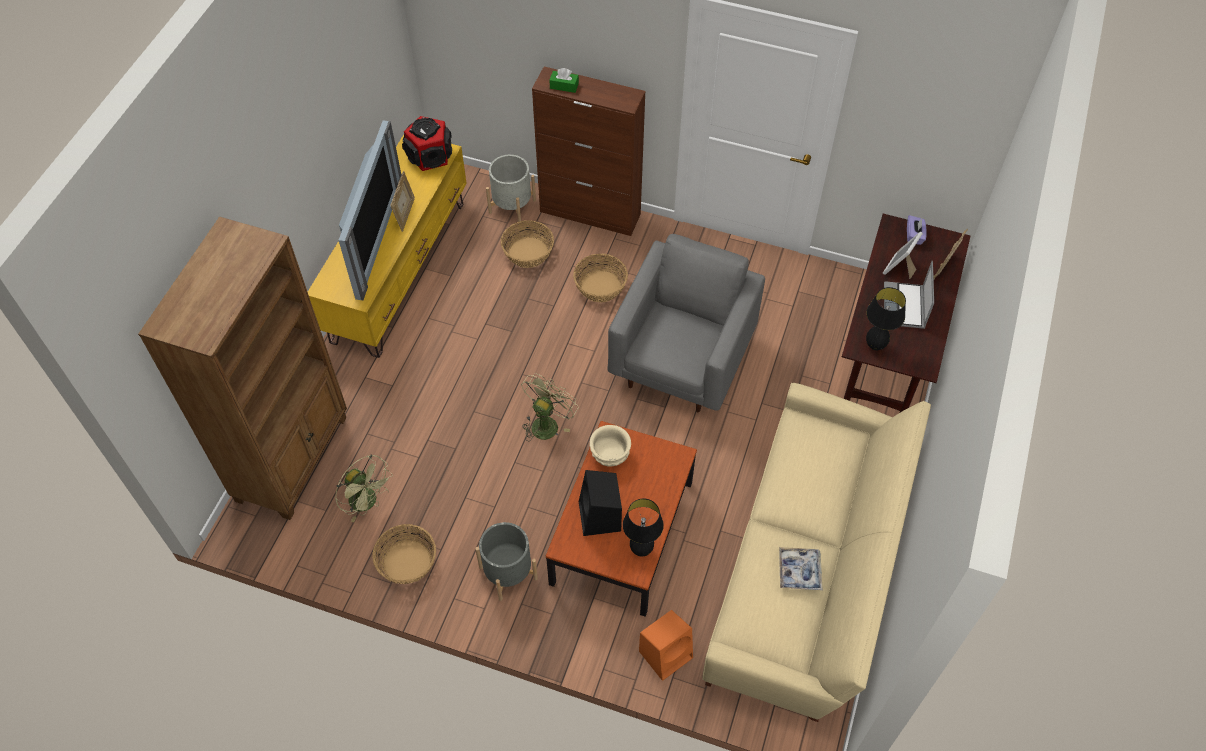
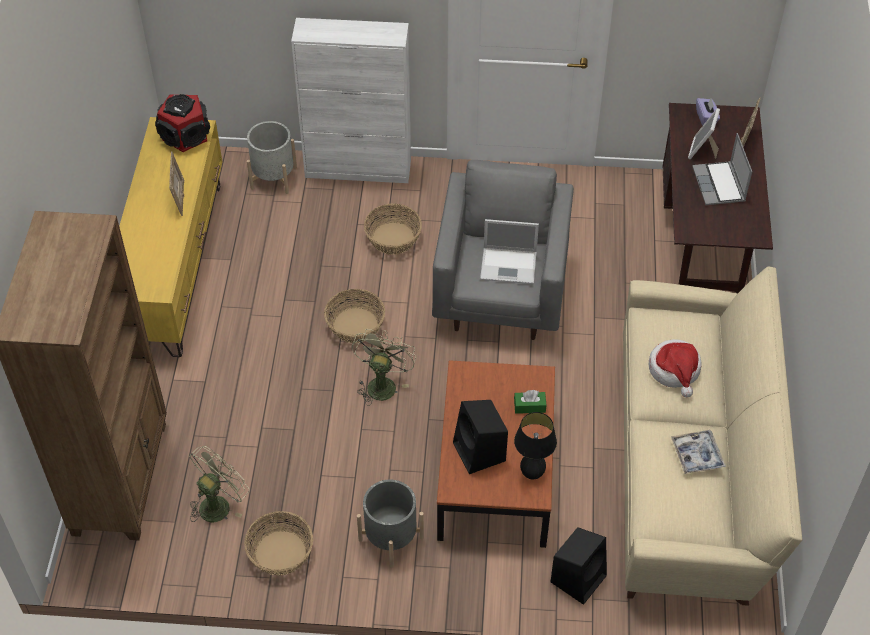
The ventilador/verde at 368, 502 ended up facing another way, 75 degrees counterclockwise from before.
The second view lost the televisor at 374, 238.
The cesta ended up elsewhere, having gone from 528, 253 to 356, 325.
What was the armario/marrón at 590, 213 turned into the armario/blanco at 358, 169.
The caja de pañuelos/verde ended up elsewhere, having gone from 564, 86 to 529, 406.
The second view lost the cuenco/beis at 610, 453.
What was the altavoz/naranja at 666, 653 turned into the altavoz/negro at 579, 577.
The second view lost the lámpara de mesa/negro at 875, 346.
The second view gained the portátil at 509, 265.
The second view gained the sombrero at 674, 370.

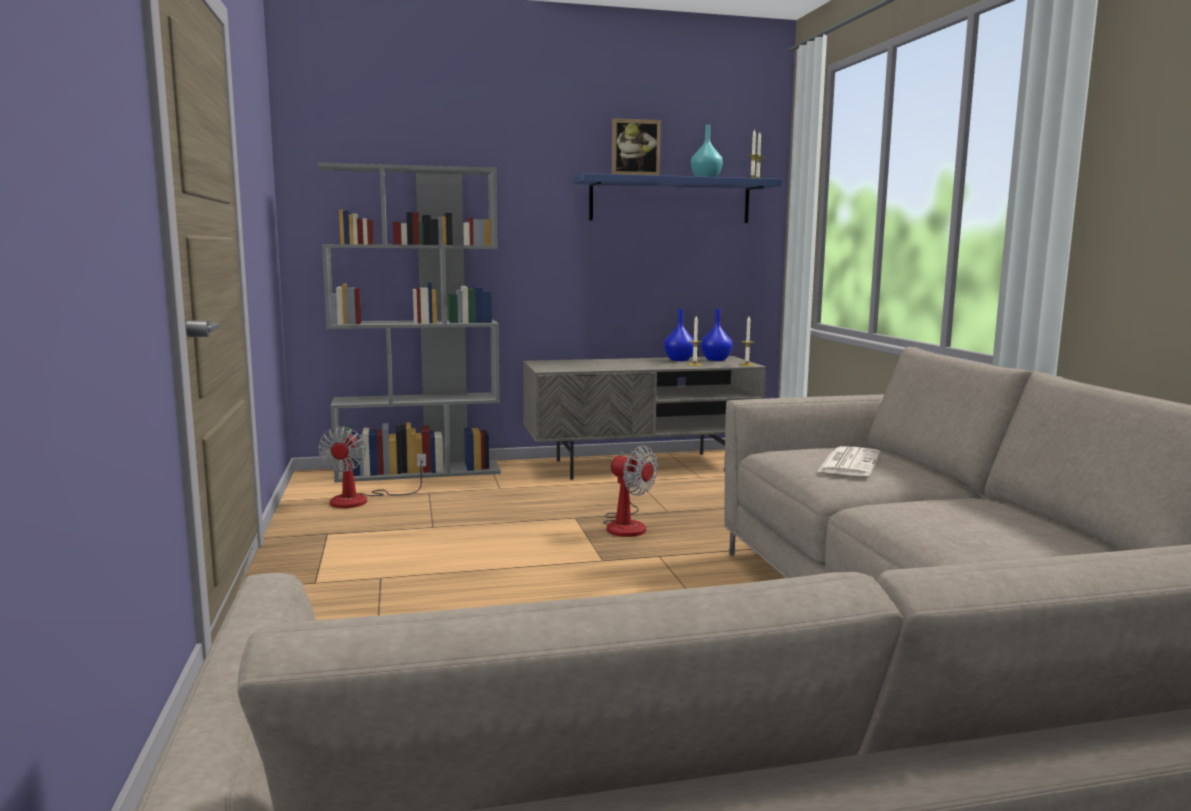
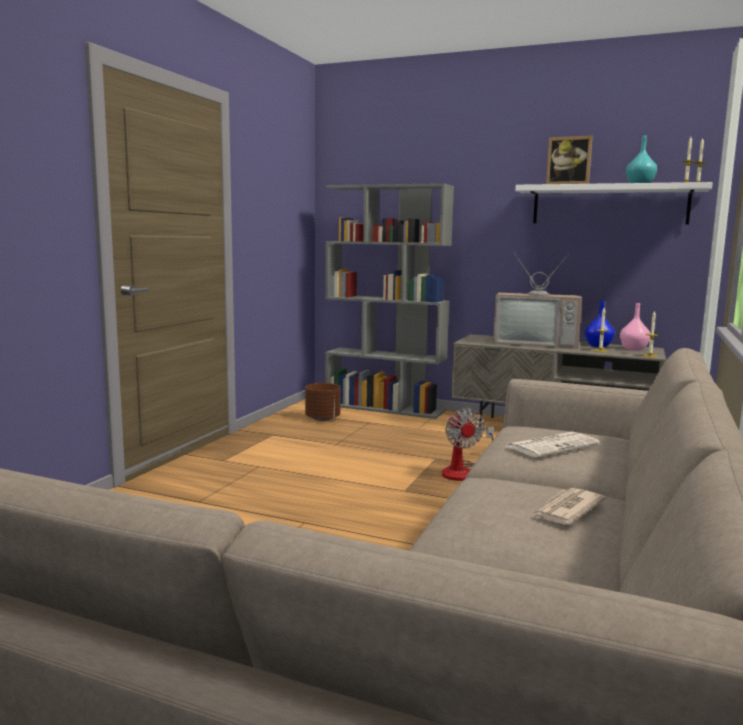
Where the ventilador stood at 362, 500, the maceta/marrón came to stand at 323, 419.
What was the estante/azul at 670, 200 turned into the estante/blanco at 609, 205.
What was the florero/azul at 716, 359 turned into the florero/rosa at 634, 349.
The second view gained the televisor at 536, 343.
The second view gained the periódico at 566, 510.

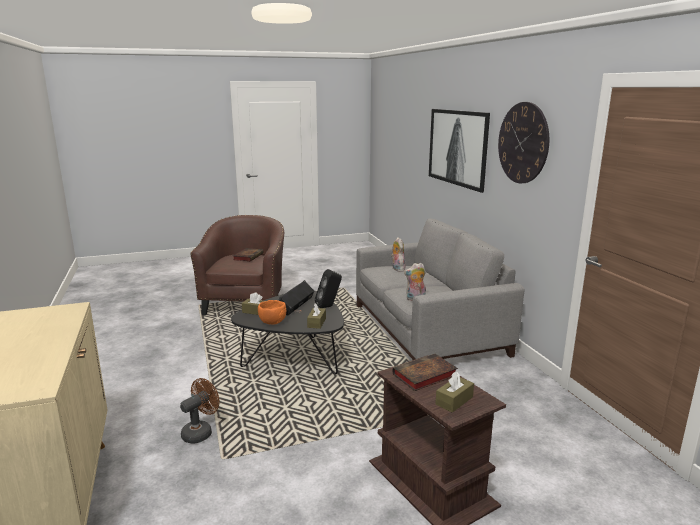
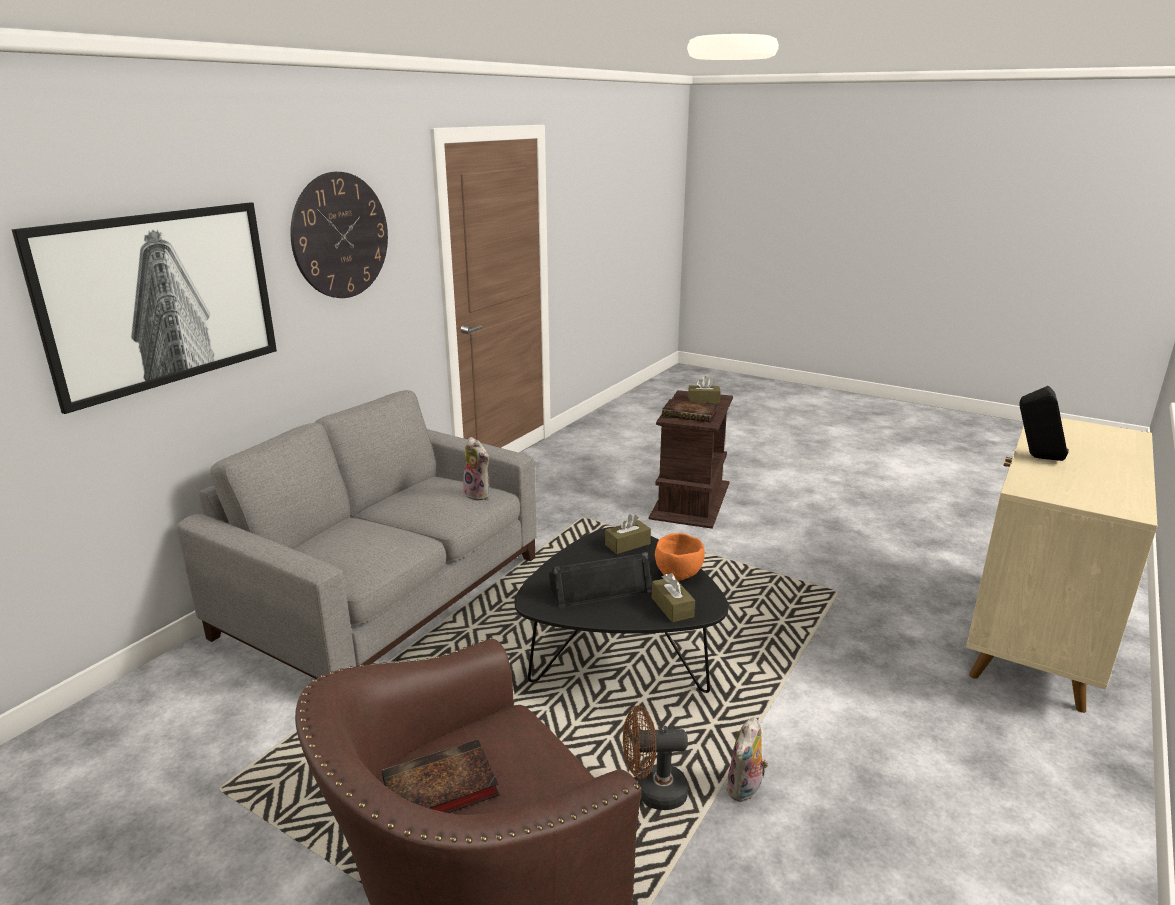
The ventilador/marrón ended up elsewhere, having gone from 200, 432 to 653, 792.
The altavoz/negro ended up elsewhere, having gone from 329, 306 to 1036, 457.
The peluche ended up elsewhere, having gone from 397, 269 to 745, 790.

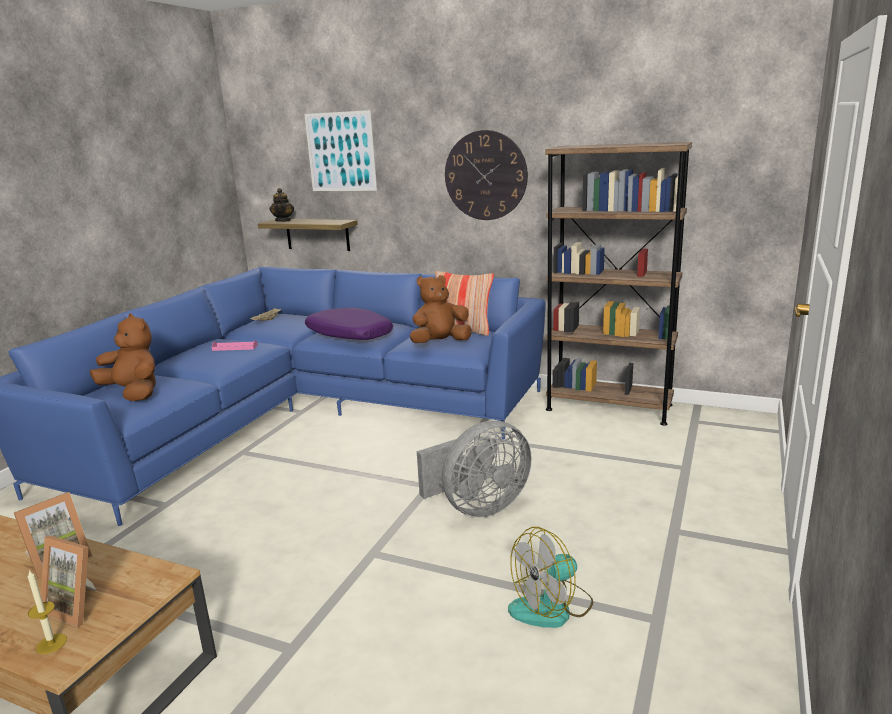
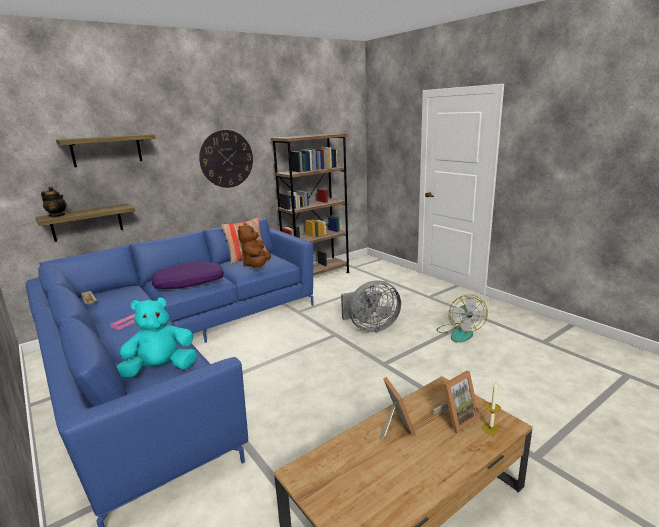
What was the peluche/marrón at 134, 393 turned into the peluche/turquesa at 161, 369.
Where the cuadro hung at 341, 152, the estante came to hang at 106, 150.
The ventilador/gris at 478, 507 ended up facing another way, 75 degrees clockwise from before.

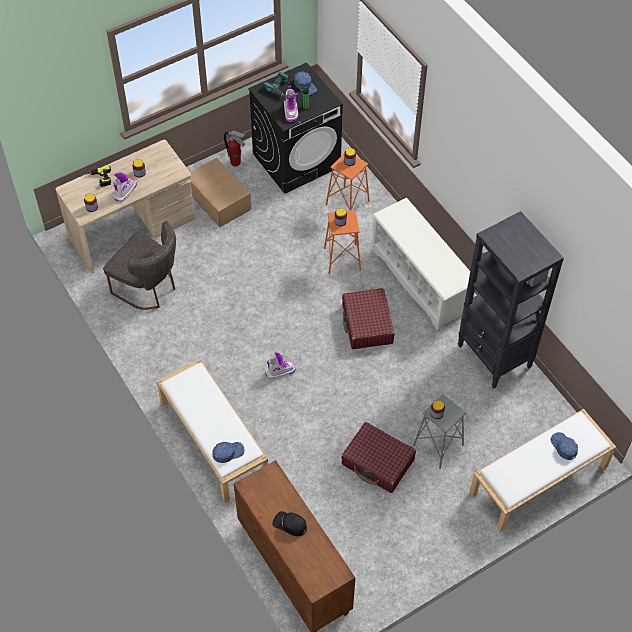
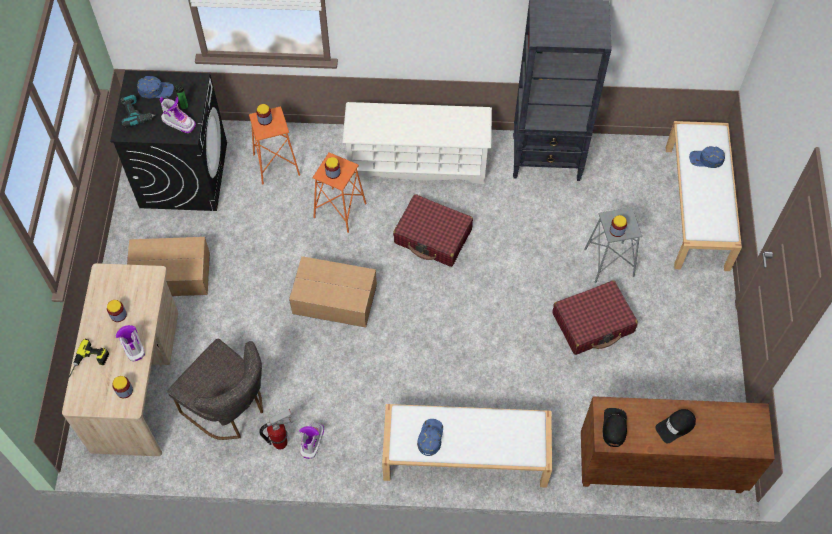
The silla/gris at 149, 288 ended up facing another way, 60 degrees clockwise from before.
The gorra/azul ended up elsewhere, having gone from 228, 452 to 430, 437.
The extintor ended up elsewhere, having gone from 236, 163 to 281, 443.
The bota ended up elsewhere, having gone from 280, 371 to 311, 442.
The second view gained the caja de cartón at 333, 298.
The second view gained the gorra/negro at 614, 427.

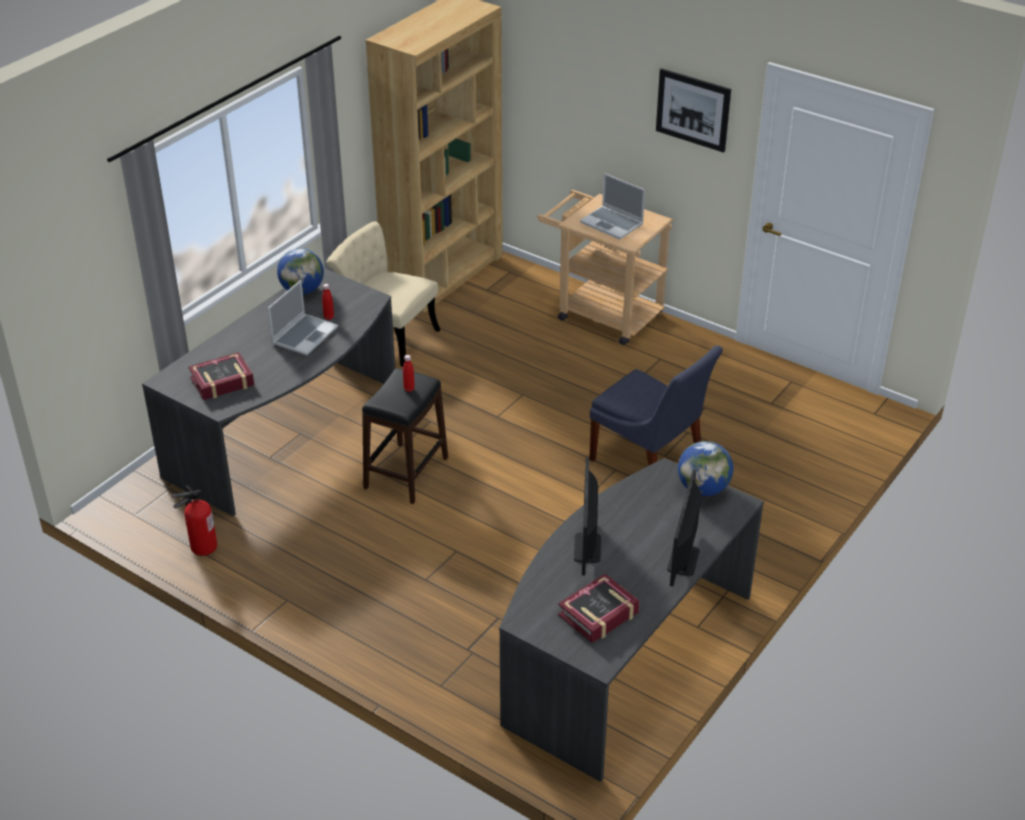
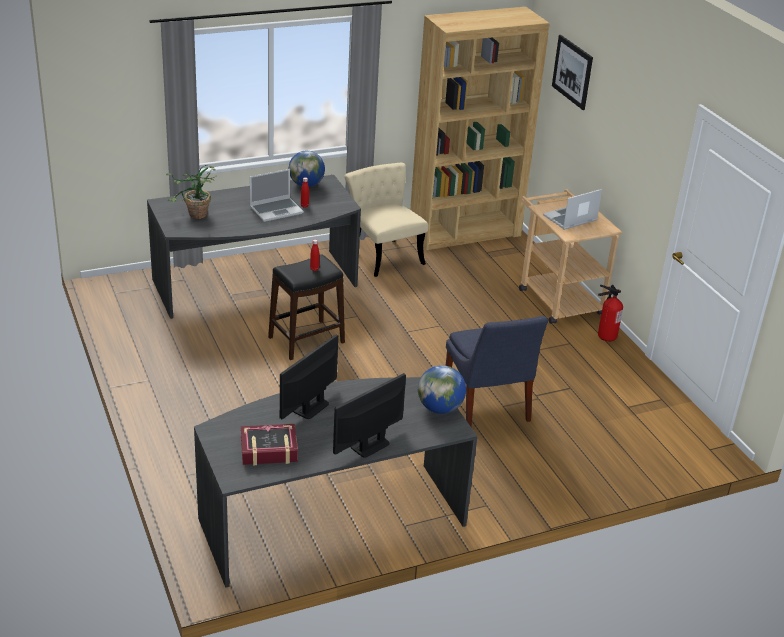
The extintor ended up elsewhere, having gone from 201, 548 to 605, 336.
Where the libro stood at 222, 382, the planta en maceta came to stand at 194, 216.
The portátil at 612, 224 ended up facing another way, 75 degrees clockwise from before.
The cuadro ended up elsewhere, having gone from 693, 110 to 572, 72.

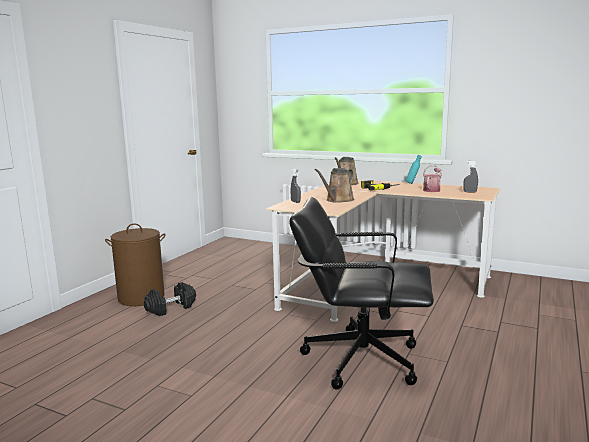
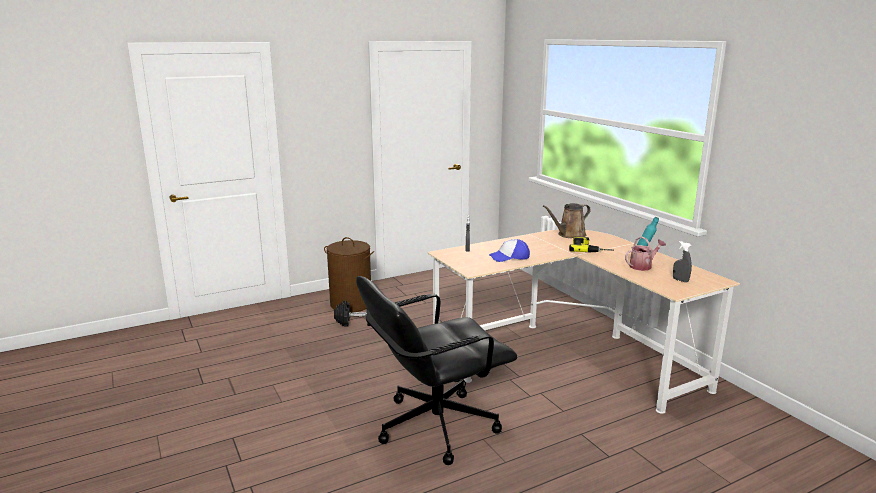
The silla de oficina/negro at 360, 358 ended up facing another way, 75 degrees counterclockwise from before.
Where the regadera/marrón stood at 338, 200, the gorra came to stand at 509, 257.

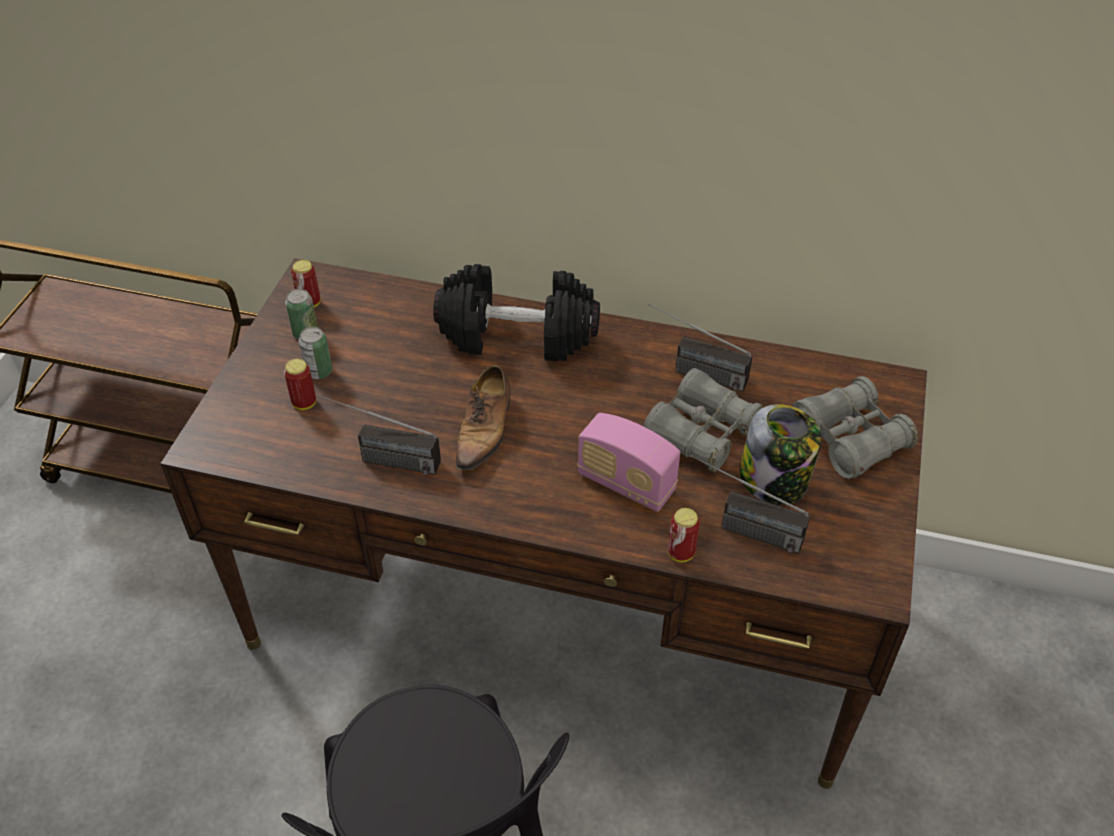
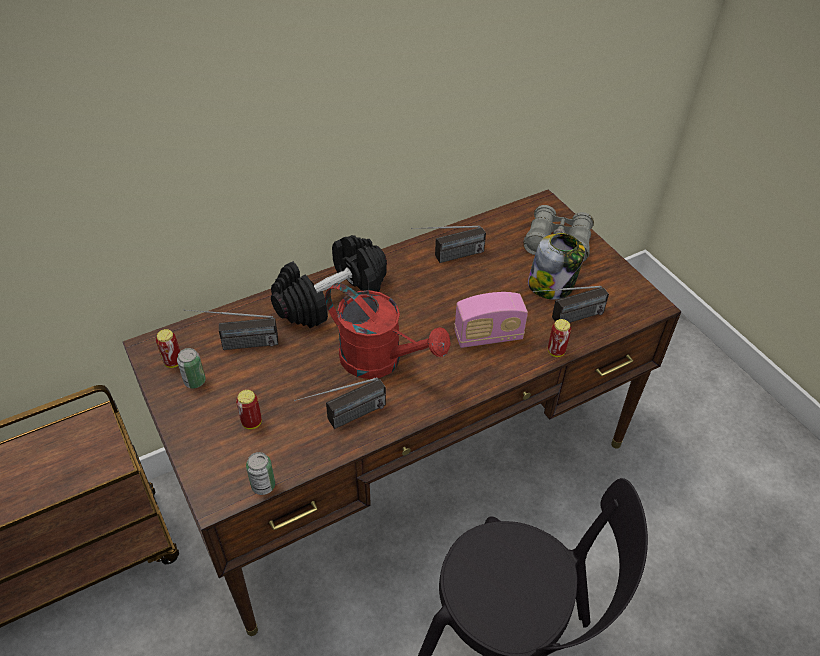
The lata ended up elsewhere, having gone from 319, 371 to 263, 485.
Where the zapato stood at 484, 430, the regadera/rojo came to stand at 380, 361.
The second view lost the prismáticos/gris at 701, 433.
The second view gained the radio at 235, 345.

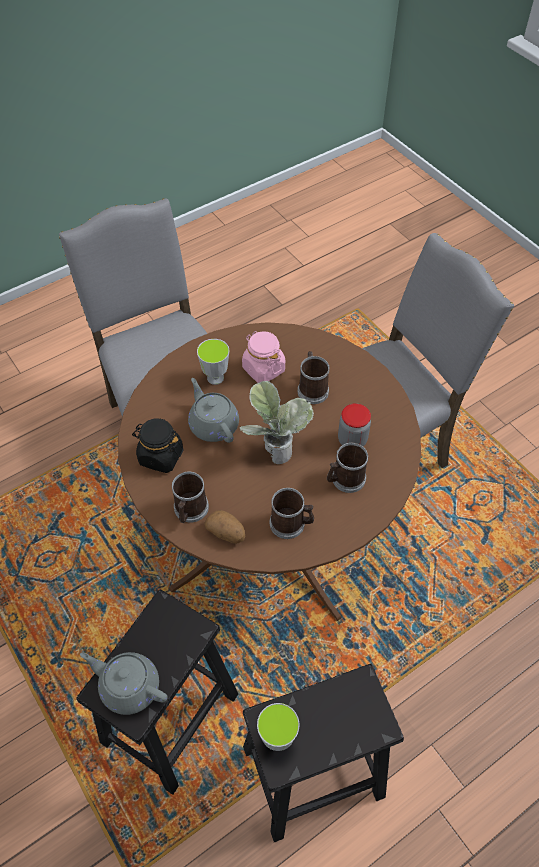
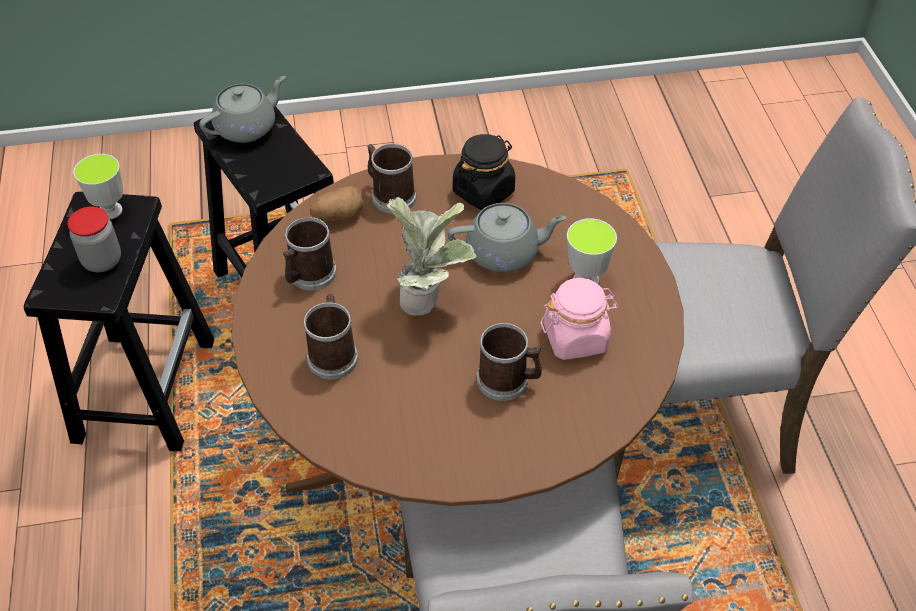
The tarro ended up elsewhere, having gone from 352, 440 to 102, 261.

